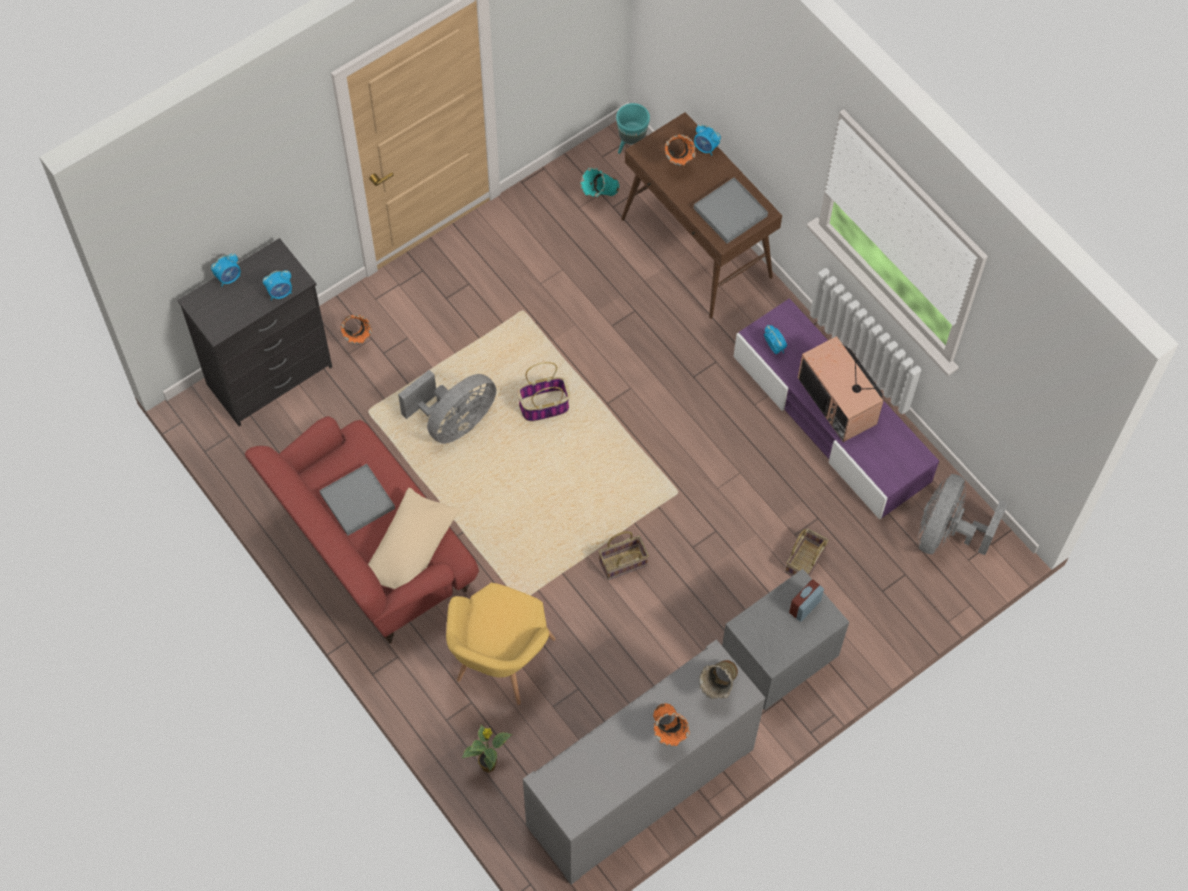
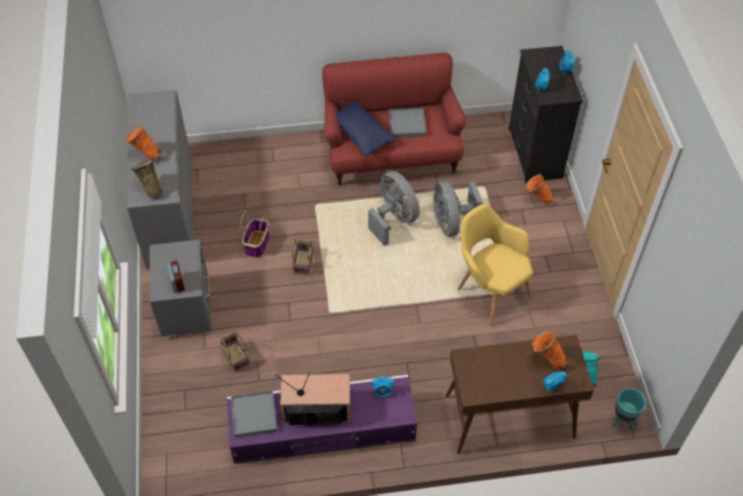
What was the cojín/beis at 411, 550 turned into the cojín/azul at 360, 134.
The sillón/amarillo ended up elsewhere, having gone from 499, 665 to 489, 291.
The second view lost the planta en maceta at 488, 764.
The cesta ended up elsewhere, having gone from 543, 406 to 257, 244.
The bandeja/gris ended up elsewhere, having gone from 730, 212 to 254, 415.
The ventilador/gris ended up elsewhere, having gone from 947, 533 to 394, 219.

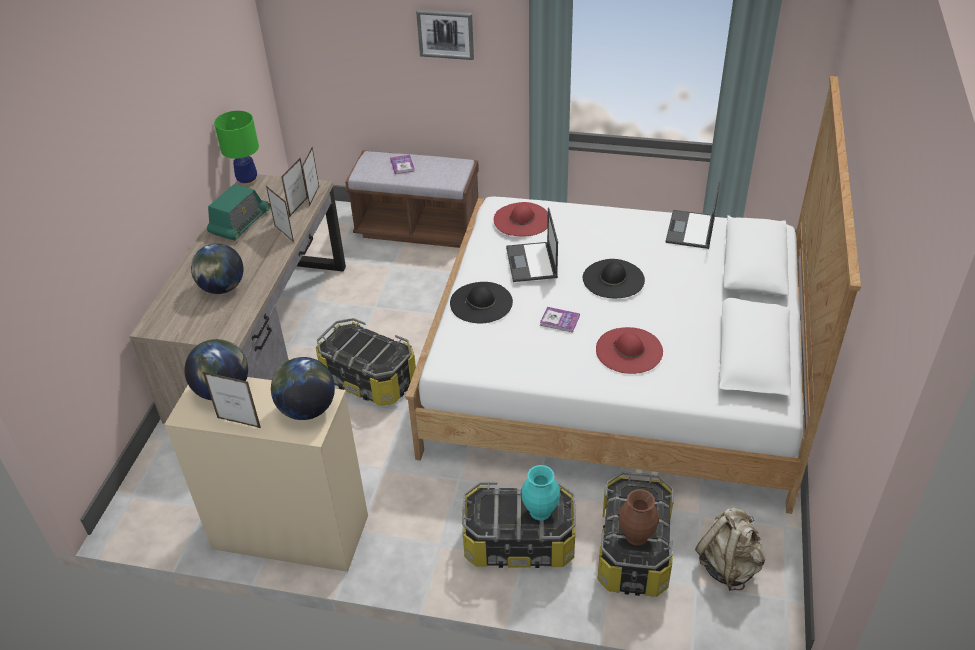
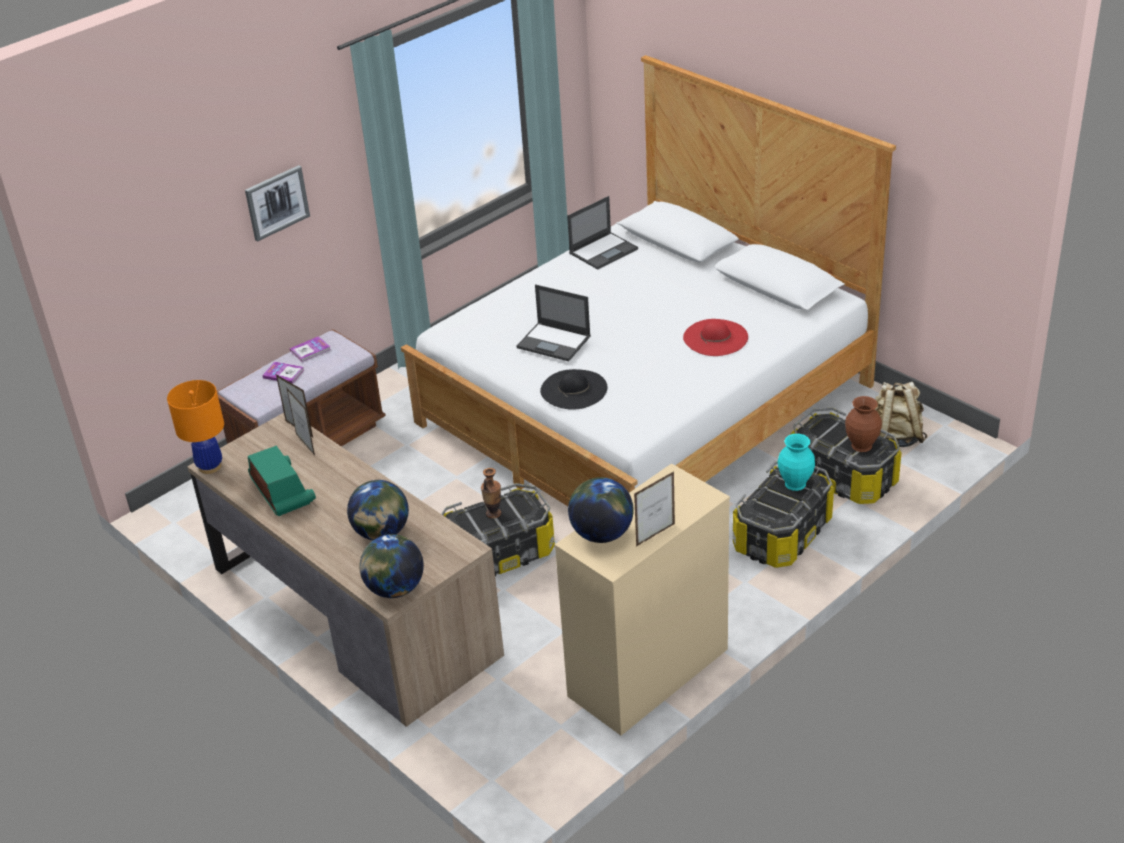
What was the lámpara de mesa/verde at 247, 181 turned into the lámpara de mesa/naranja at 210, 466.
The second view lost the portarretratos at 284, 234.
The globo terráqueo ended up elsewhere, having gone from 307, 409 to 395, 589.
The second view lost the sombrero/rojo at 522, 219.
The libro ended up elsewhere, having gone from 559, 320 to 310, 350.
The second view lost the sombrero/negro at 613, 279.
The portátil at 690, 230 ended up facing another way, 90 degrees counterclockwise from before.
The second view gained the florero at 493, 513.

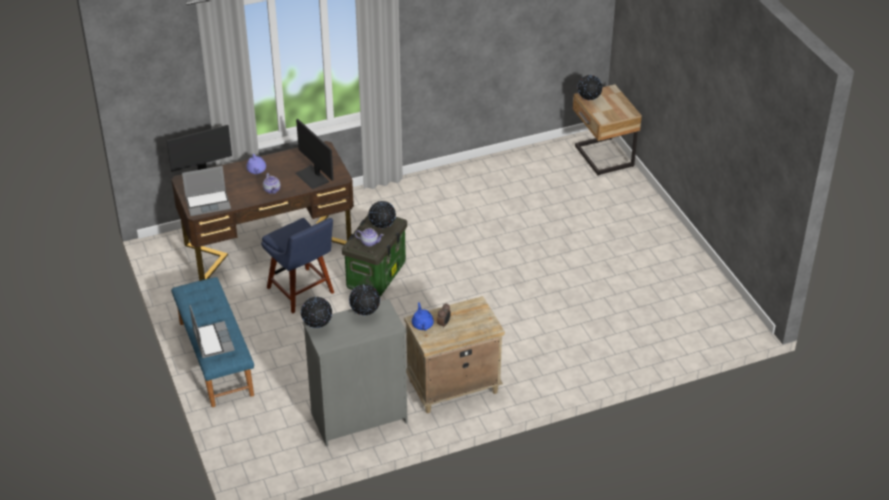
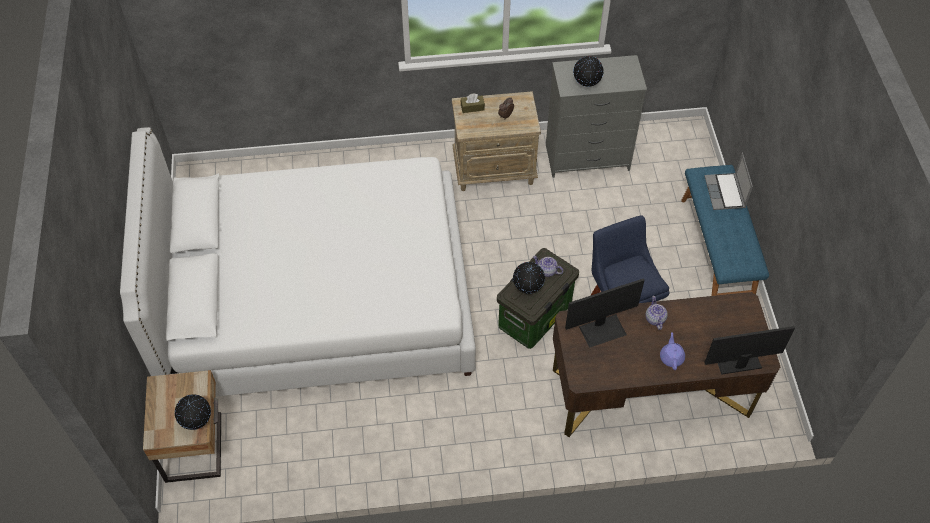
The second view lost the portátil at 208, 203.
The monitor at 313, 177 ended up facing another way, 90 degrees clockwise from before.
The second view lost the globo terráqueo at 317, 327.
The second view lost the tetera/azul at 422, 324.
The second view gained the cama/blanco at 318, 301.
The second view gained the caja de pañuelos/marrón at 472, 107.

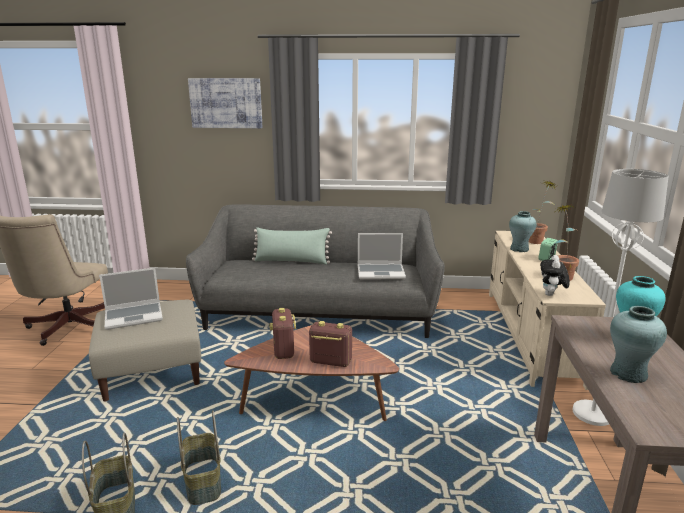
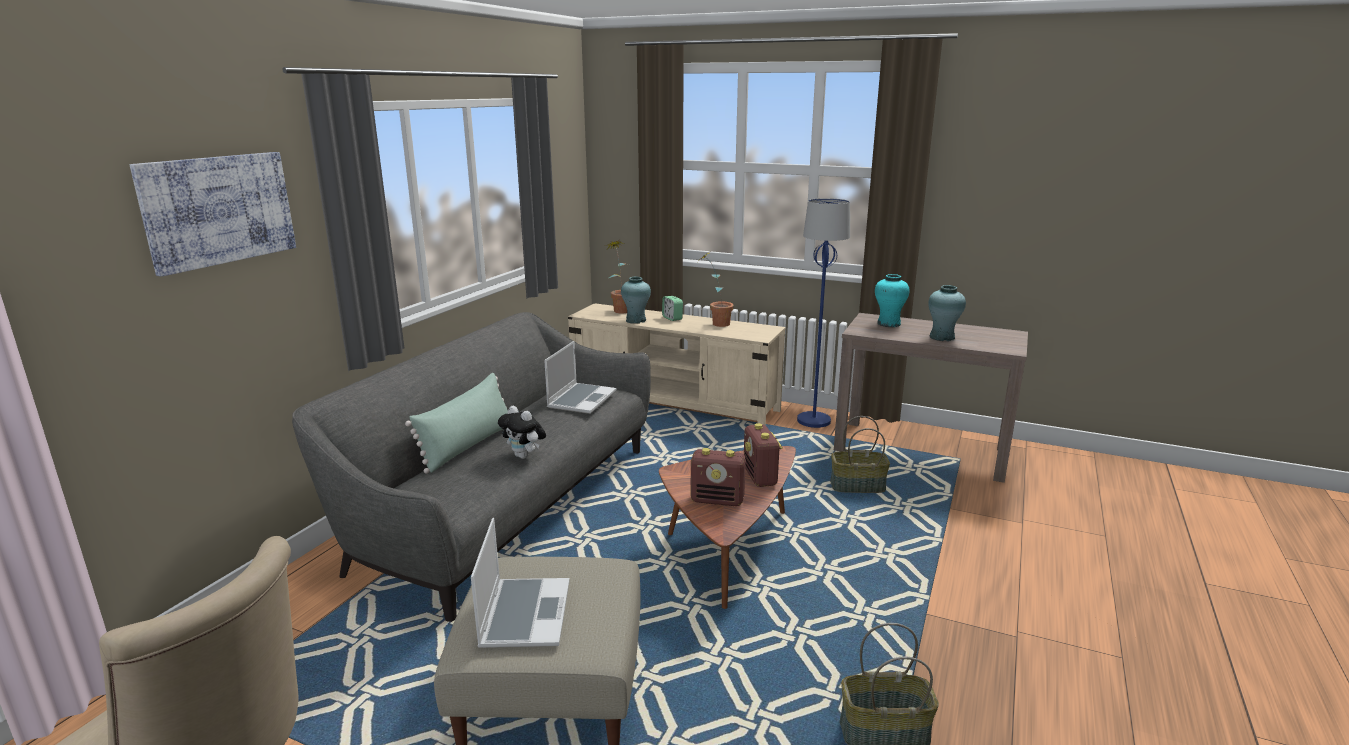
The cesta ended up elsewhere, having gone from 202, 482 to 857, 487.
The radio at 330, 362 ended up facing another way, 45 degrees counterclockwise from before.
The peluche ended up elsewhere, having gone from 551, 295 to 524, 456.
What was the lámpara de pie/blanco at 592, 413 turned into the lámpara de pie/azul at 813, 420.

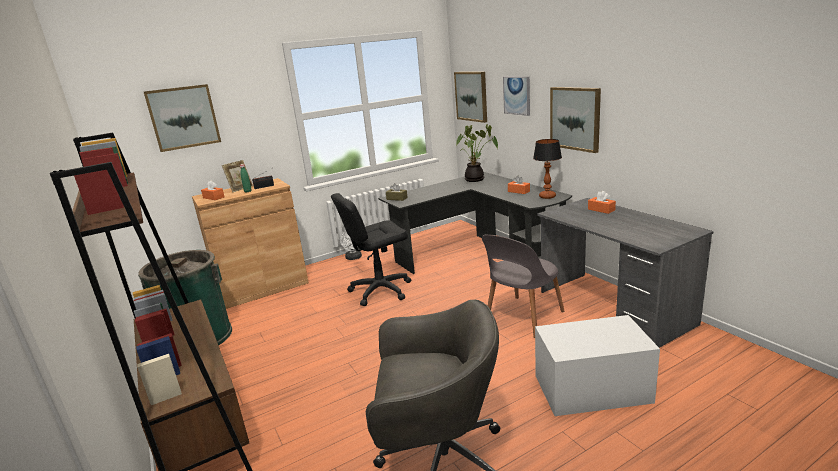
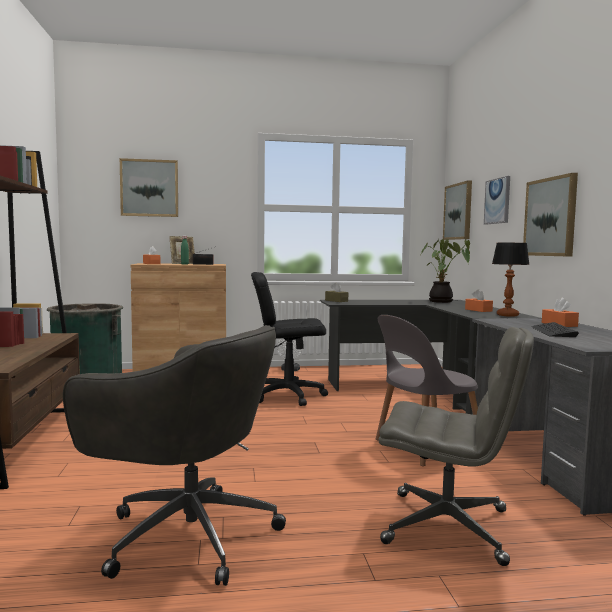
Where the caja de almacenaje/blanco stood at 592, 388, the silla de oficina/gris came to stand at 449, 526.
The second view gained the teclado at 553, 331.

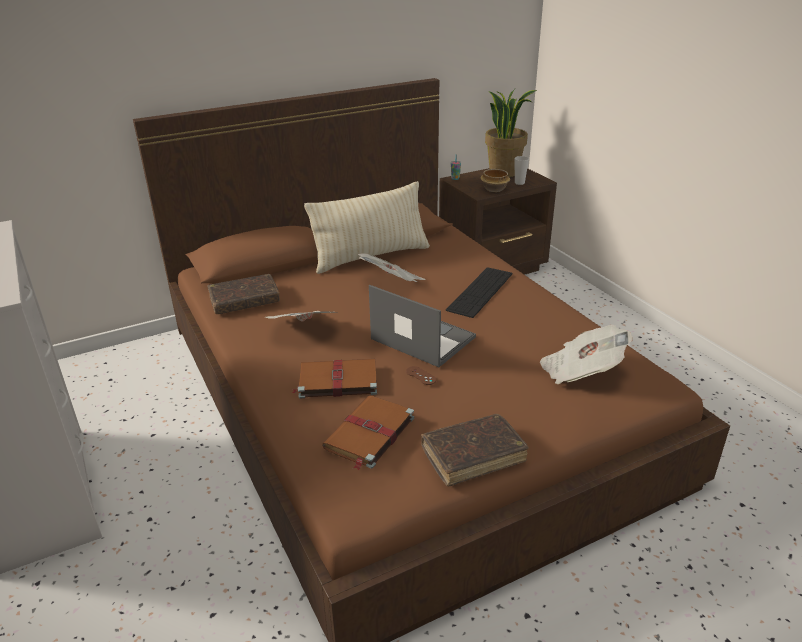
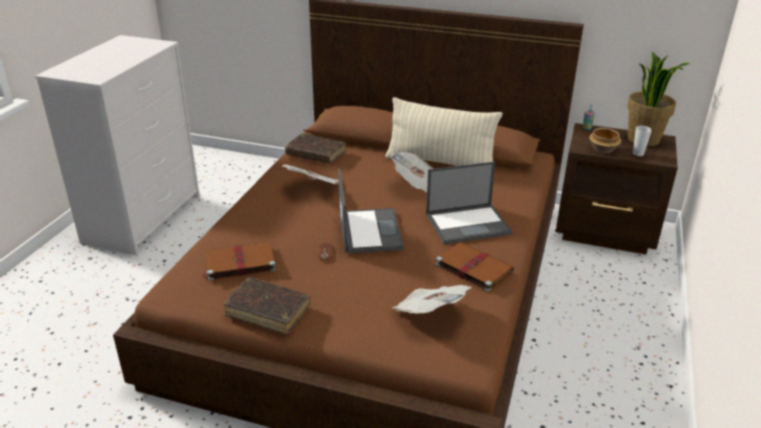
The libro/marrón ended up elsewhere, having gone from 336, 381 to 472, 268.
Where the teclado stood at 480, 291, the portátil came to stand at 468, 224.

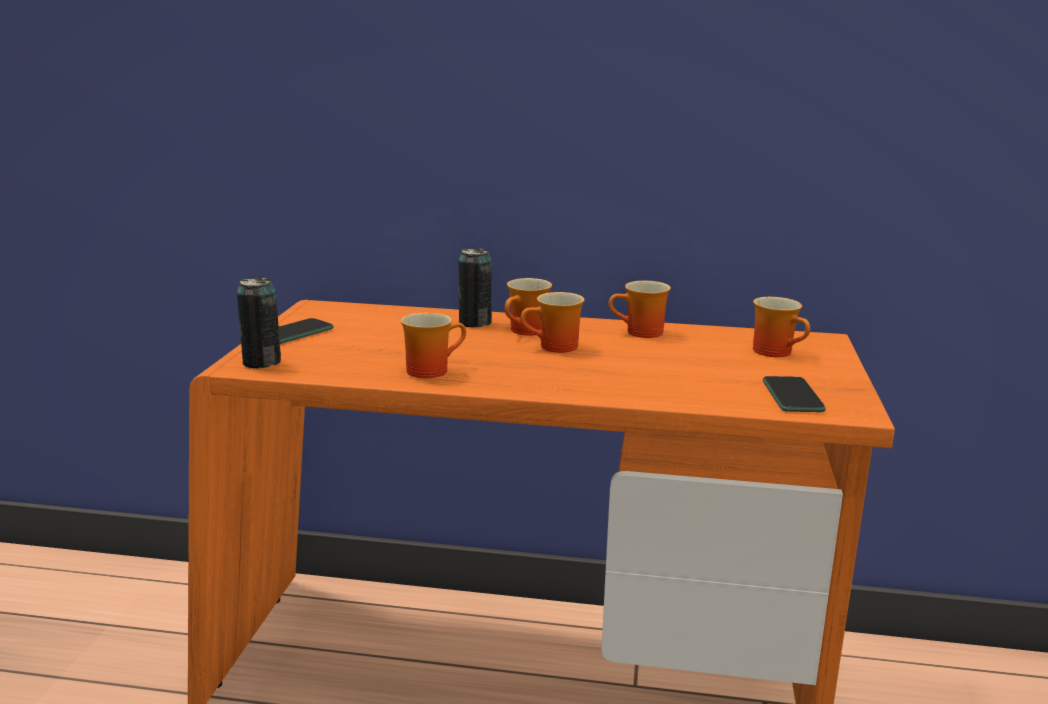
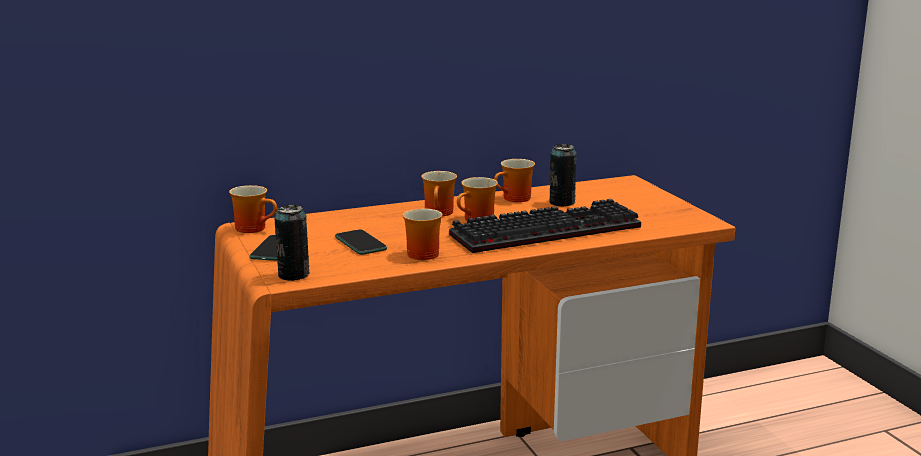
The lata ended up elsewhere, having gone from 475, 323 to 562, 203.
The taza grande ended up elsewhere, having gone from 777, 352 to 255, 228.
The móvil ended up elsewhere, having gone from 792, 396 to 360, 243.
The second view gained the teclado at 547, 230.

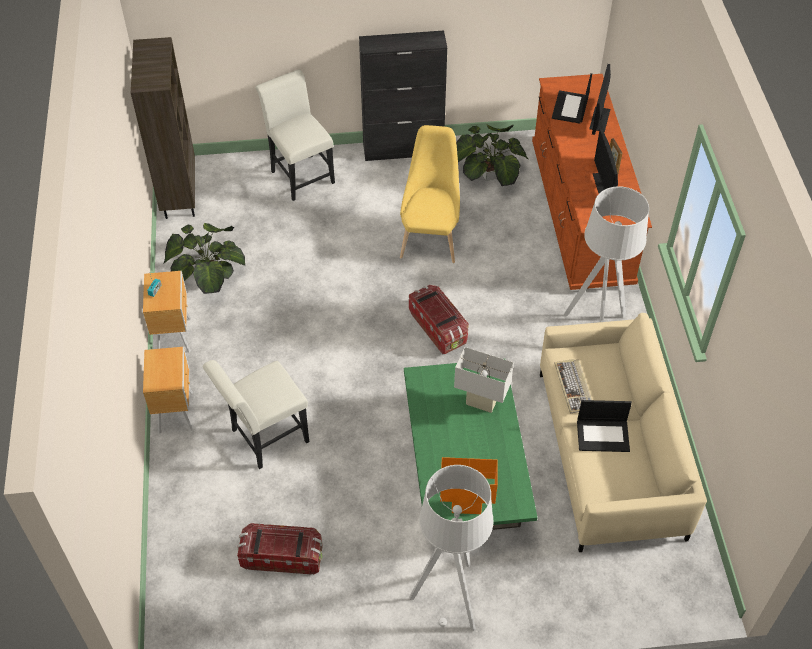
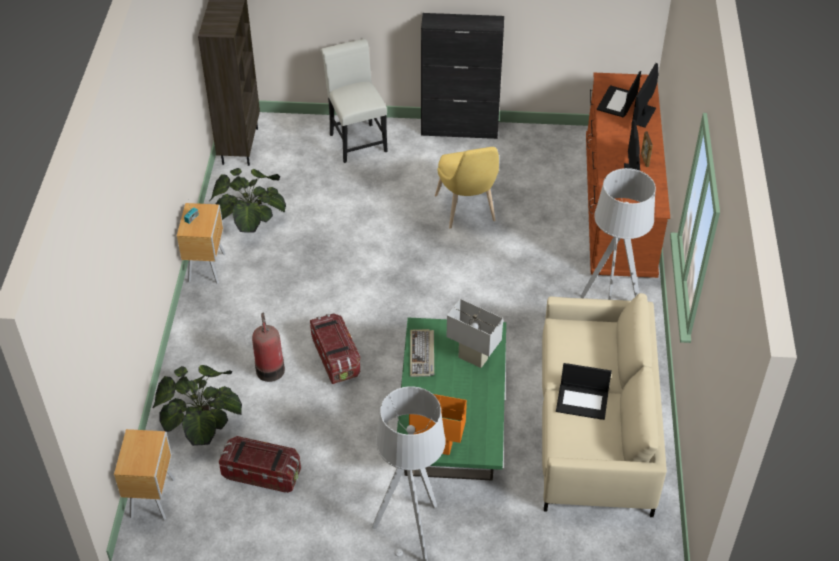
The mesita de noche/marrón ended up elsewhere, having gone from 176, 411 to 154, 497.
Where the silla/blanco stood at 265, 438, the extintor came to stand at 270, 368.
The silla/amarillo at 430, 237 ended up facing another way, 150 degrees clockwise from before.
The caja de almacenaje ended up elsewhere, having gone from 438, 327 to 335, 357.
The planta en maceta ended up elsewhere, having gone from 490, 172 to 201, 421.
The teclado ended up elsewhere, having gone from 574, 387 to 422, 354.

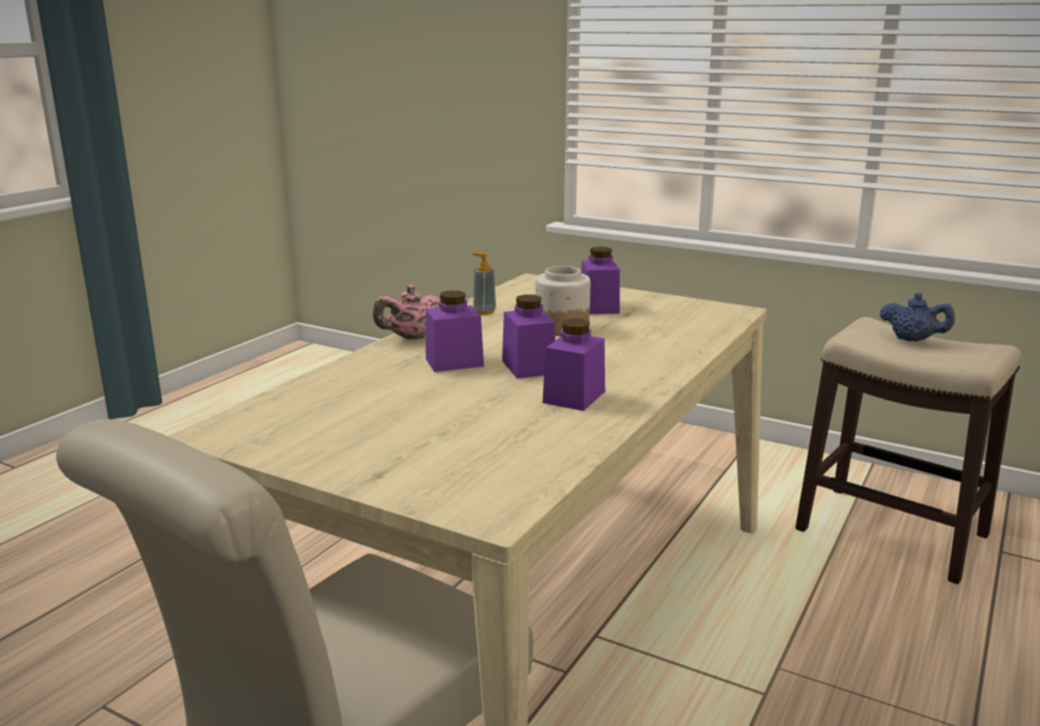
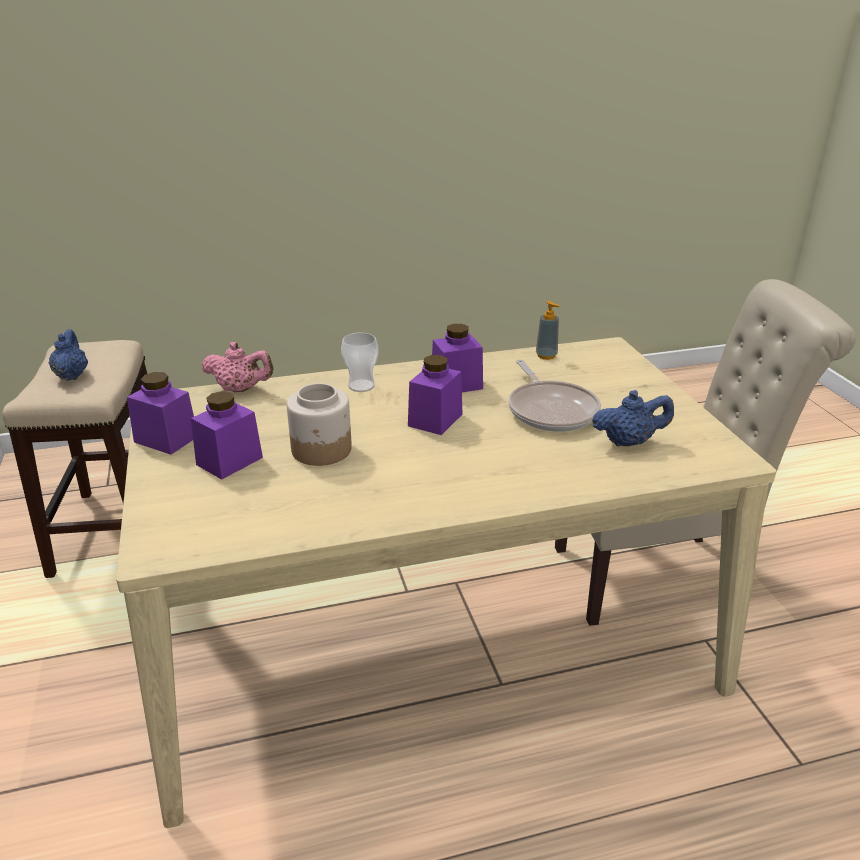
The tetera/rosa ended up elsewhere, having gone from 410, 337 to 240, 389.
The tarro/morado ended up elsewhere, having gone from 454, 362 to 166, 439.
The dispensador de jabón ended up elsewhere, having gone from 484, 312 to 546, 356.
The second view gained the taza at 361, 386.
The second view gained the sartén at 551, 410.
The second view gained the tetera/azul at 629, 442.

